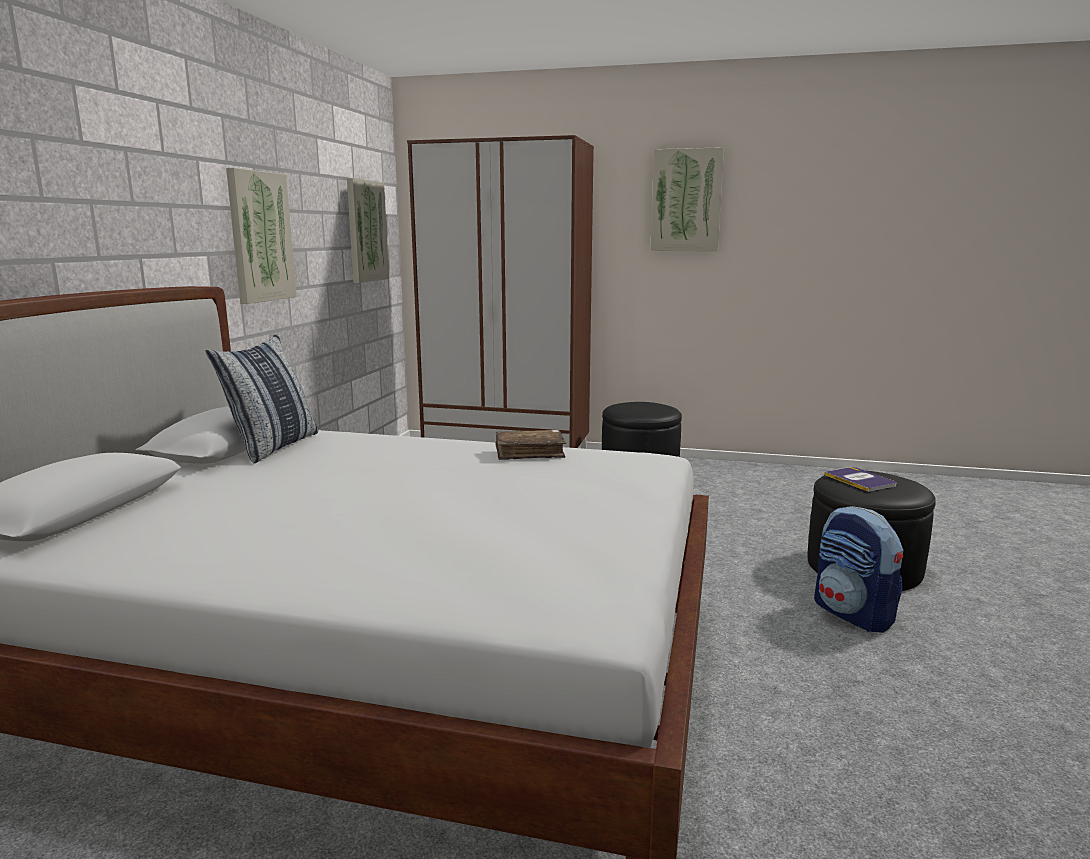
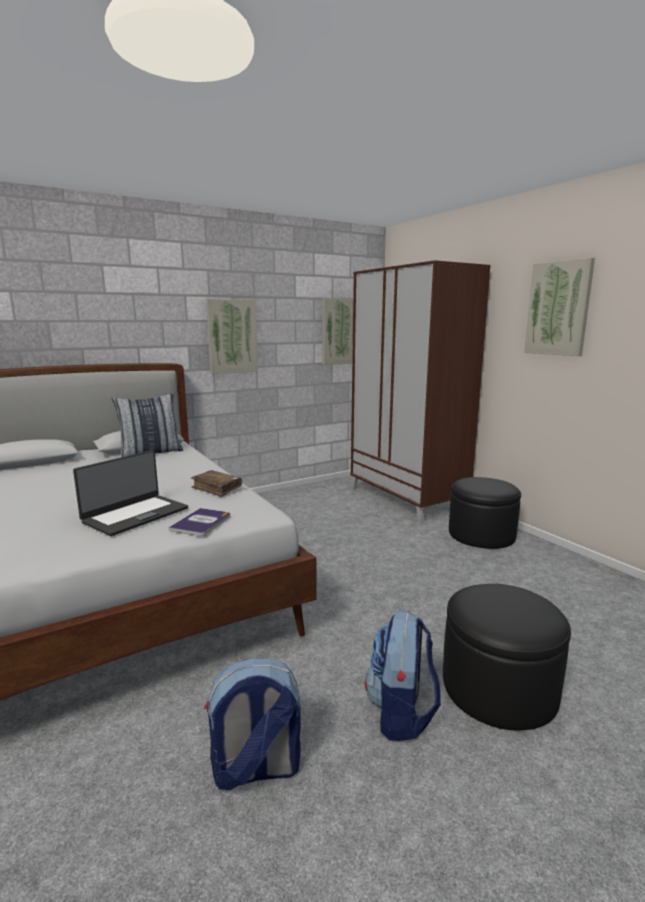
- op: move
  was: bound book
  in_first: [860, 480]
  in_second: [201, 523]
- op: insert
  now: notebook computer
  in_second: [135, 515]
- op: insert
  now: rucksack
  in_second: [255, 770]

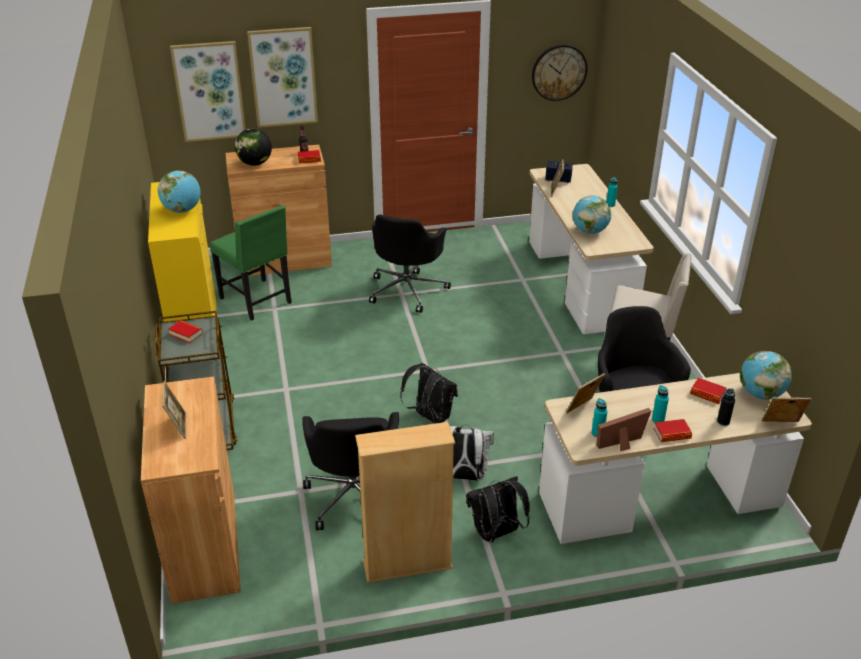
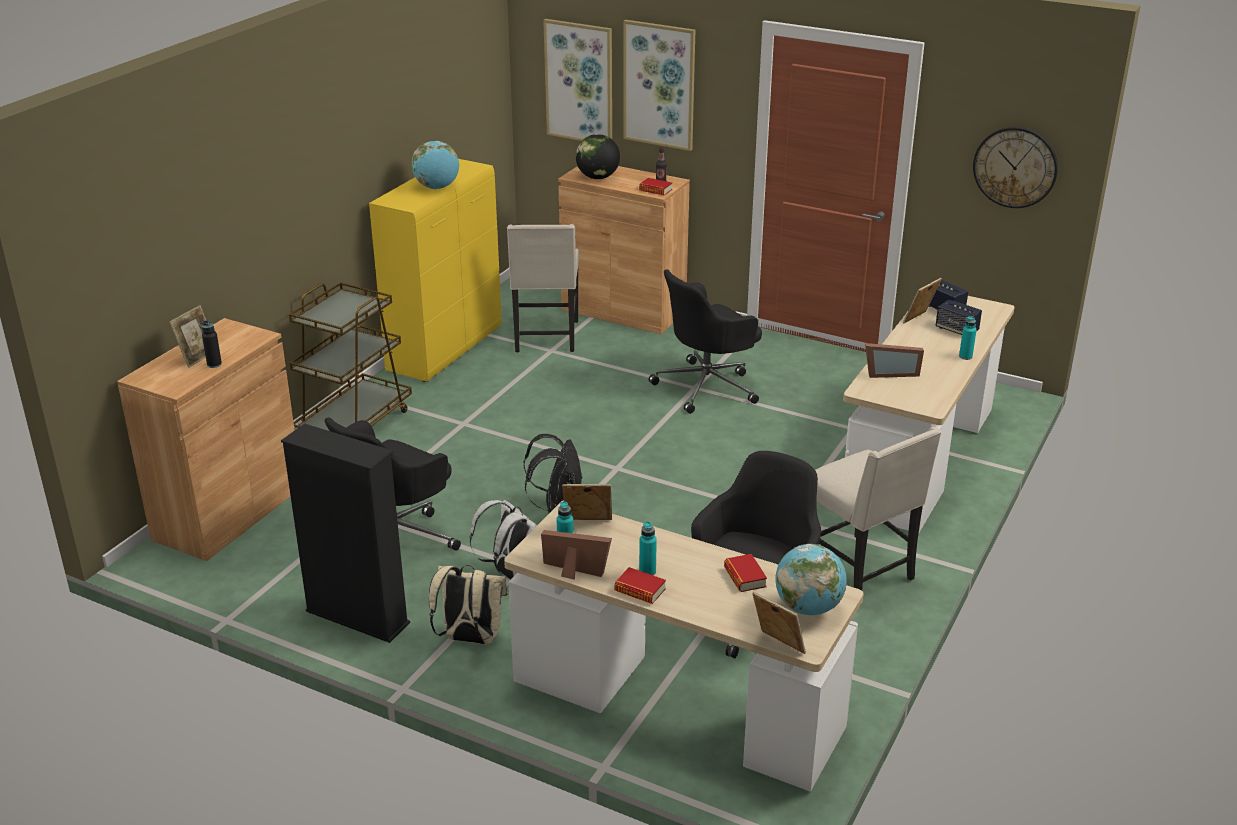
- op: delete
  was: bound book
  in_first: [186, 334]
- op: recolor
  was: chair (green-coloured)
  now: chair (beige-coloured)
  in_first: [258, 301]
  in_second: [545, 337]
- op: recolor
  was: bookshelf (beige-coloured)
  now: bookshelf (blackish)
  in_first: [407, 565]
  in_second: [357, 617]
- op: recolor
  was: rucksack (blackish)
  now: rucksack (beige-coloured)
  in_first: [496, 533]
  in_second: [469, 638]
- op: replace
  was: world globe
  now: picture frame
  in_first: [590, 231]
  in_second: [890, 373]
- op: move
  was: beverage bottle (blackish)
  in_first: [723, 422]
  in_second: [214, 364]
- op: insert
  now: loudspeaker
  in_second: [956, 330]

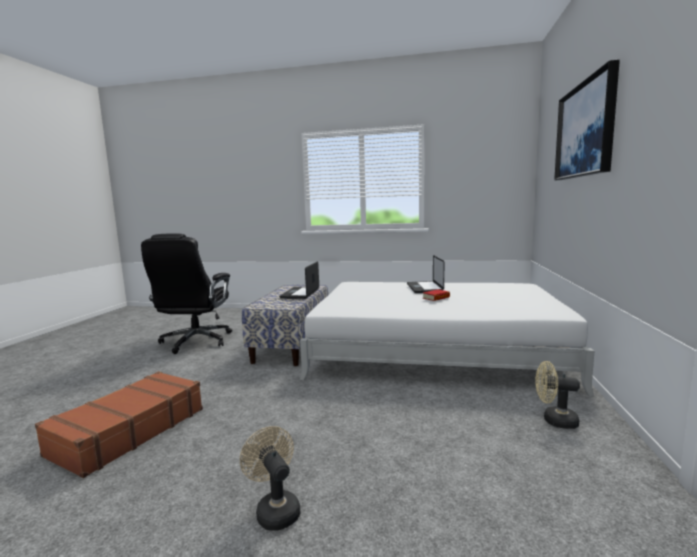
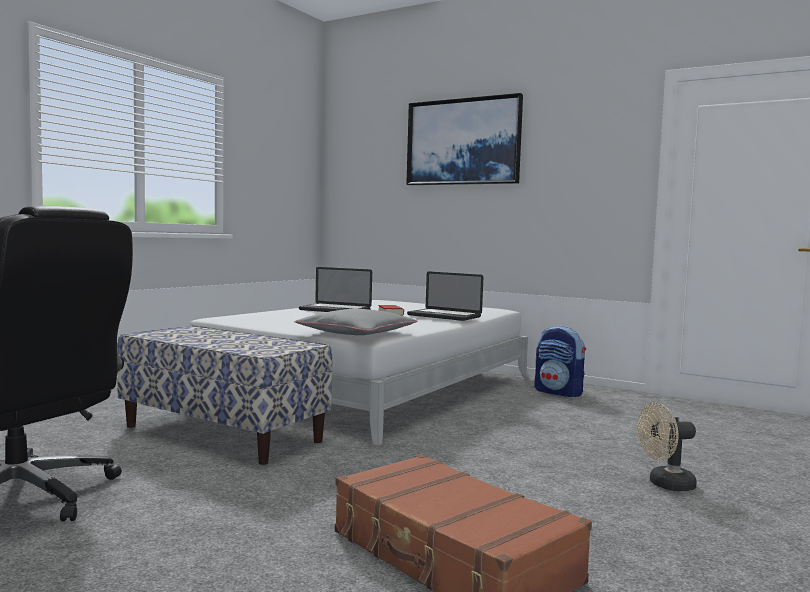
- op: move
  was: notebook computer
  in_first: [300, 293]
  in_second: [444, 316]
- op: replace
  was: fan (beige-coloured)
  now: rucksack
  in_first: [554, 420]
  in_second: [559, 392]
- op: insert
  now: cushion (grey)
  in_second: [357, 333]

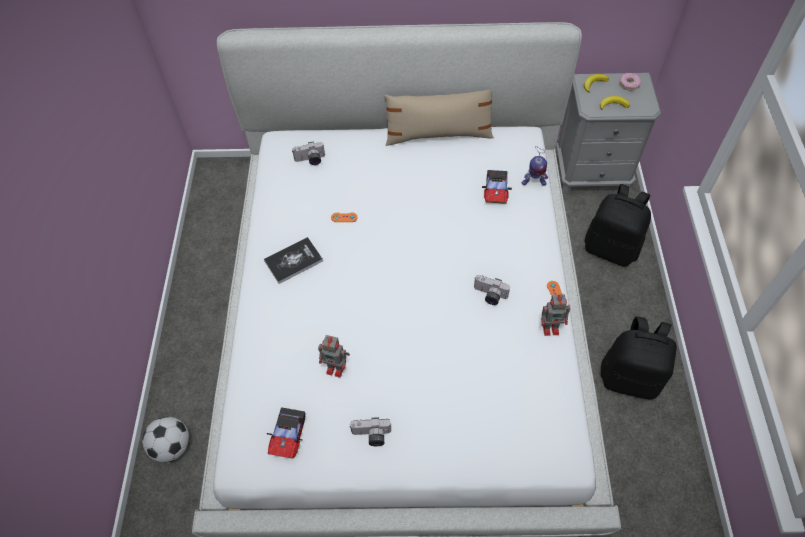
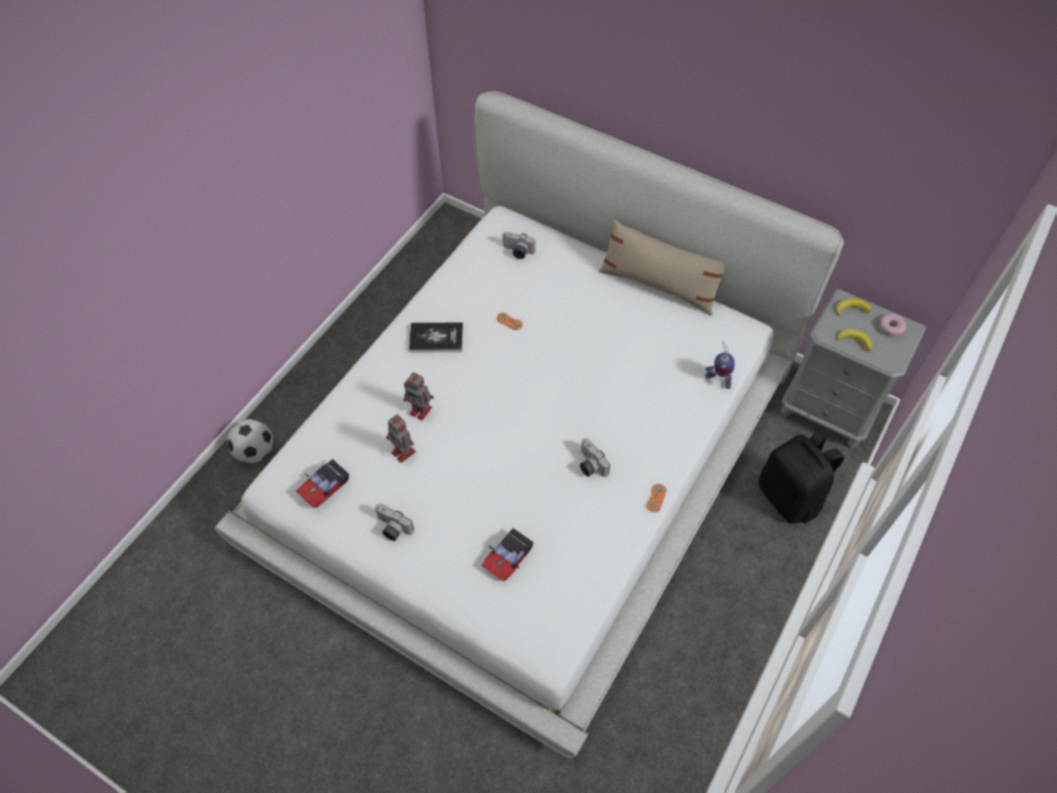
- op: move
  was: miniature car
  in_first: [496, 190]
  in_second: [508, 557]
- op: move
  was: robot figure
  in_first: [551, 327]
  in_second: [421, 411]
- op: delete
  was: rucksack (blackish)
  in_first: [630, 377]

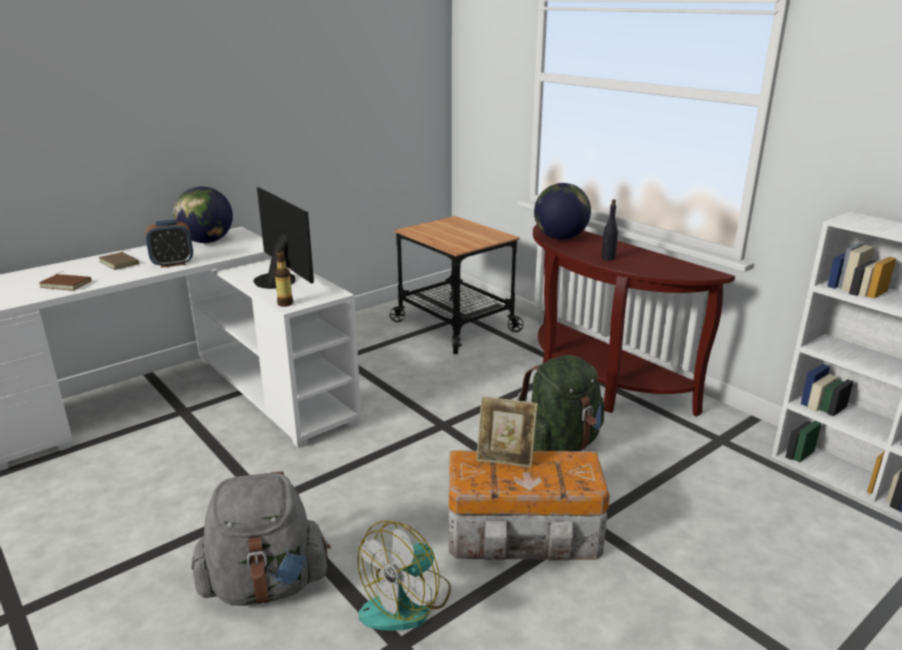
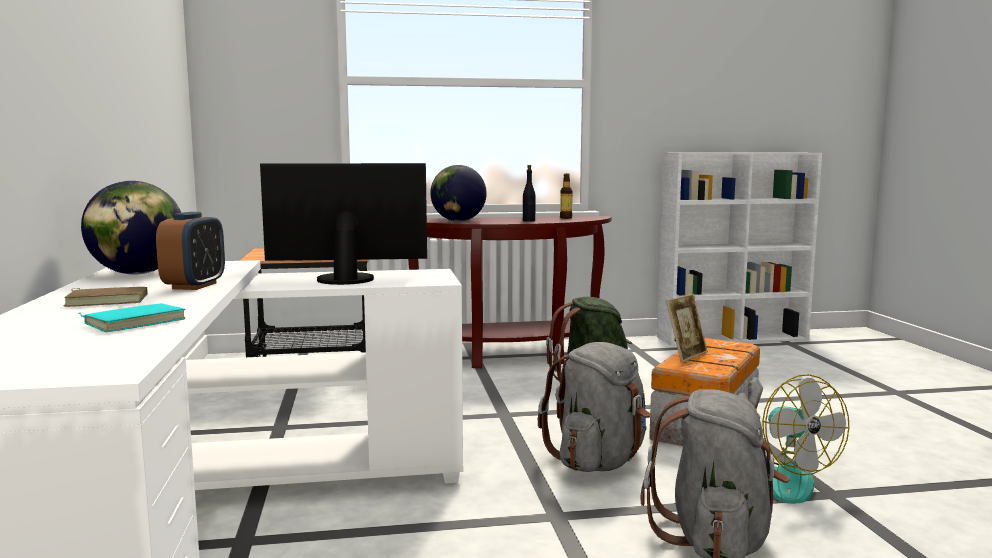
- op: recolor
  was: bound book (brownish)
  now: bound book (turquoise-coloured)
  in_first: [67, 284]
  in_second: [134, 322]
- op: move
  was: beverage bottle
  in_first: [285, 304]
  in_second: [566, 218]
- op: insert
  now: rucksack (grey)
  in_second: [599, 461]

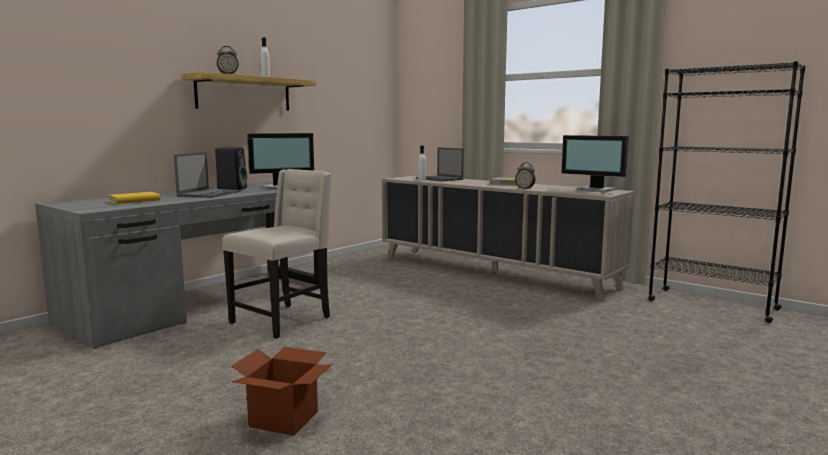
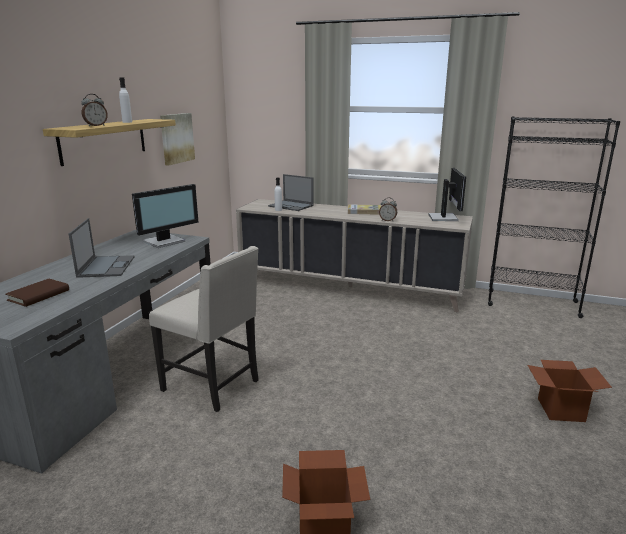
- op: recolor
  was: bound book (yellow-coloured)
  now: bound book (brownish)
  in_first: [134, 201]
  in_second: [39, 295]
- op: delete
  was: loudspeaker (blackish)
  in_first: [232, 189]
- op: rotate
  was: chair (beige-coloured)
  in_first: [283, 320]
  in_second: [213, 385]
  clockwise: 105
- op: rotate
  was: computer display
  in_first: [596, 190]
  in_second: [444, 217]
  clockwise: -105
- op: insert
  now: wall picture
  in_second: [176, 138]
- op: insert
  now: packing box
  in_second: [561, 410]

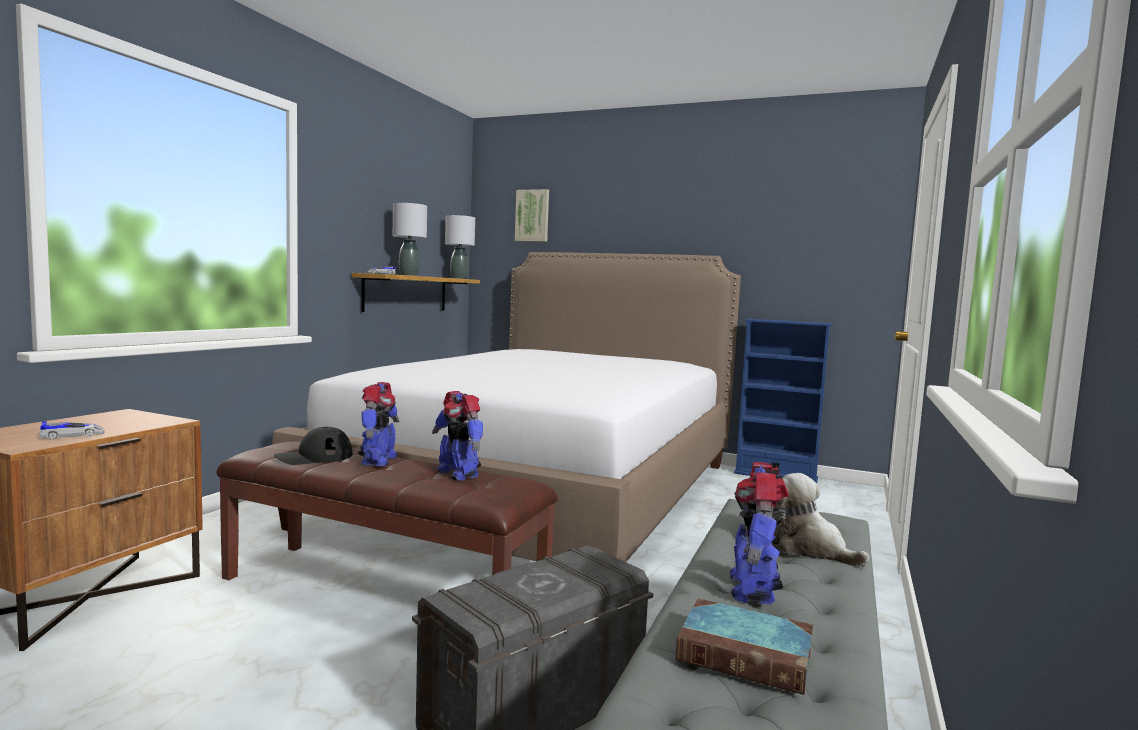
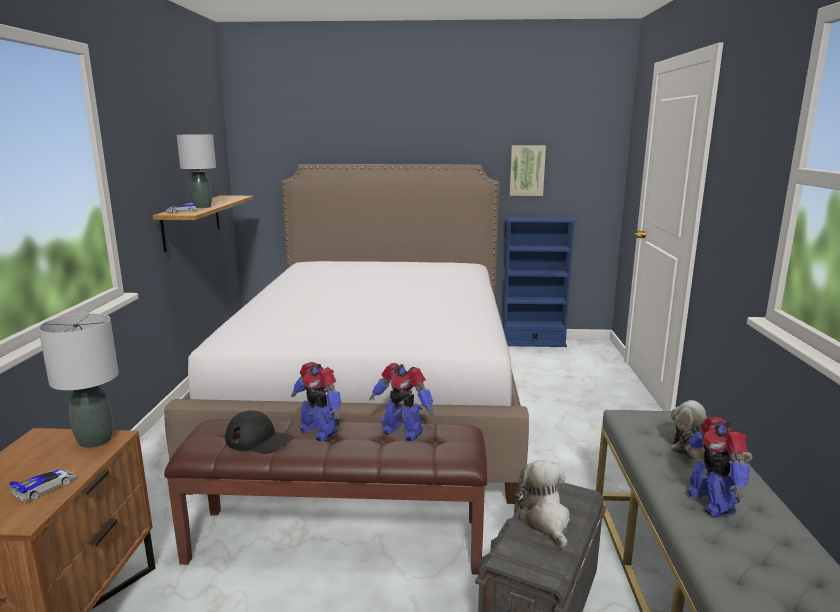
- op: rotate
  was: baseball cap (blackish)
  in_first: [314, 457]
  in_second: [258, 440]
  clockwise: -105
- op: rotate
  was: robot figure
  in_first: [378, 460]
  in_second: [319, 431]
  clockwise: 150
- op: move
  was: tabletop lamp (grey)
  in_first: [459, 278]
  in_second: [95, 440]
- op: move
  was: wall picture
  in_first: [532, 216]
  in_second: [527, 170]
- op: delete
  was: bound book
  in_first: [748, 654]
- op: insert
  now: plush toy
  in_second: [545, 520]

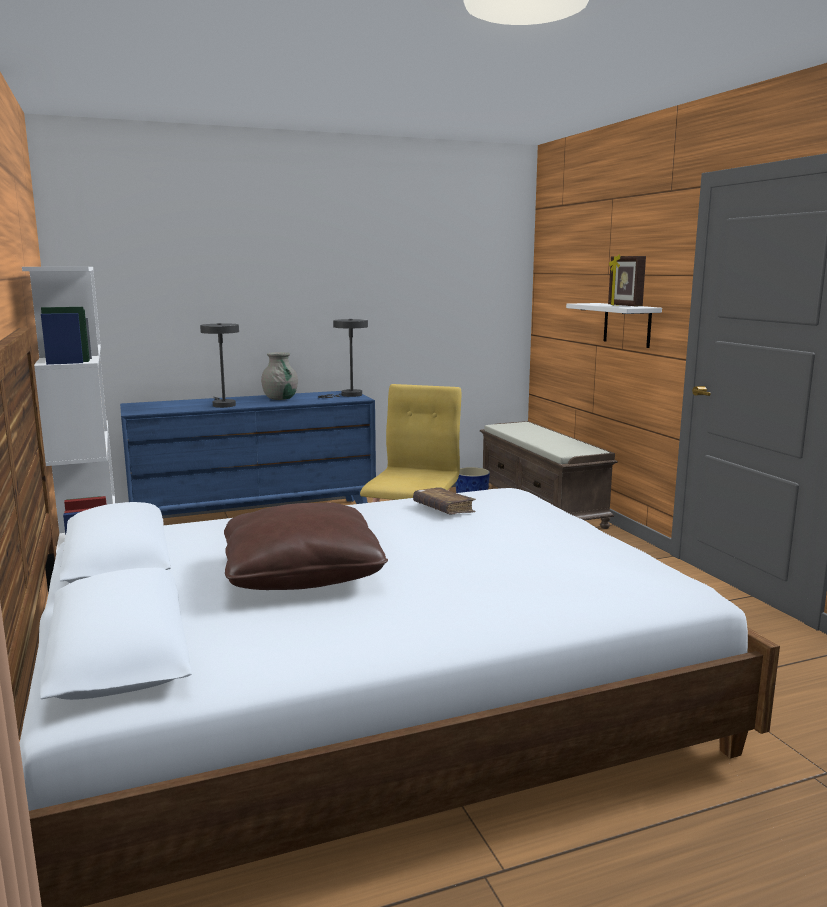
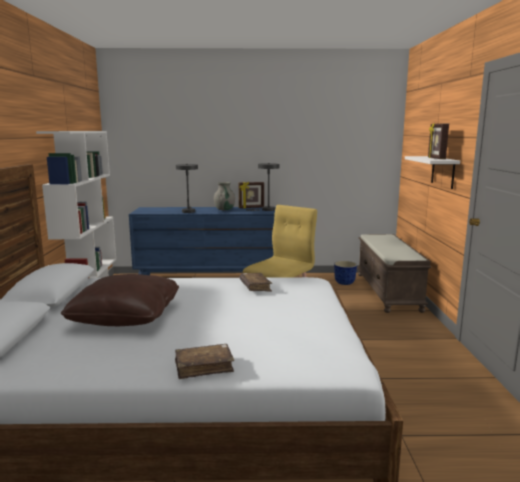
- op: insert
  now: bound book (brownish)
  in_second: [204, 367]
- op: insert
  now: picture frame
  in_second: [251, 208]

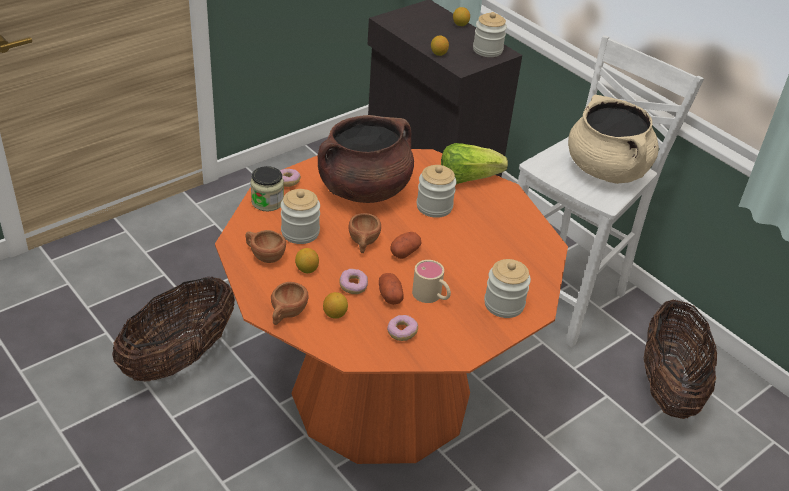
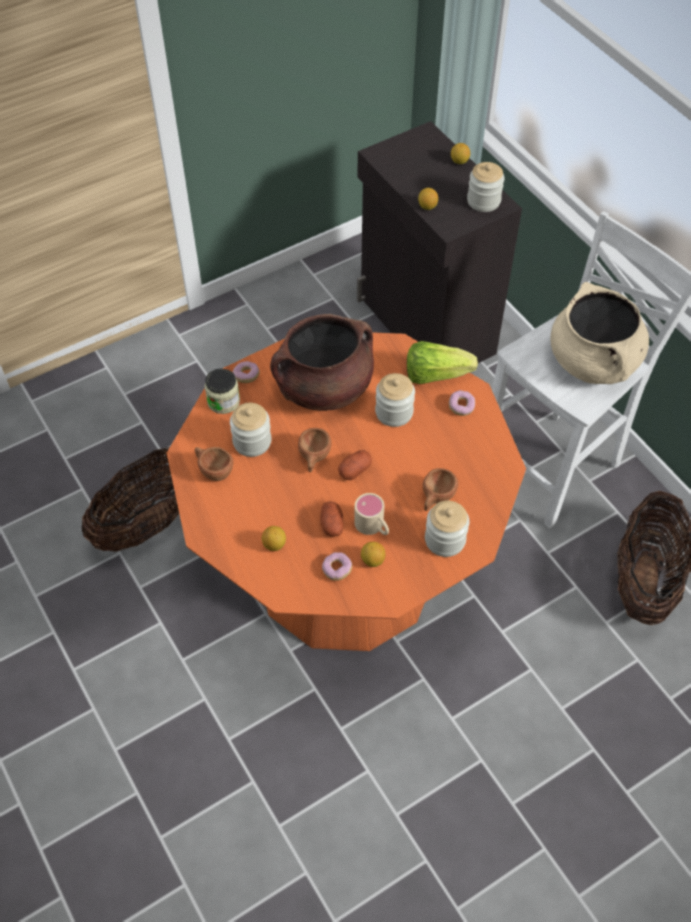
- op: move
  was: small cup (brownish)
  in_first: [286, 314]
  in_second: [436, 498]
- op: move
  was: lemon
  in_first: [307, 269]
  in_second: [372, 560]
- op: move
  was: doughnut
  in_first: [353, 286]
  in_second: [461, 407]

